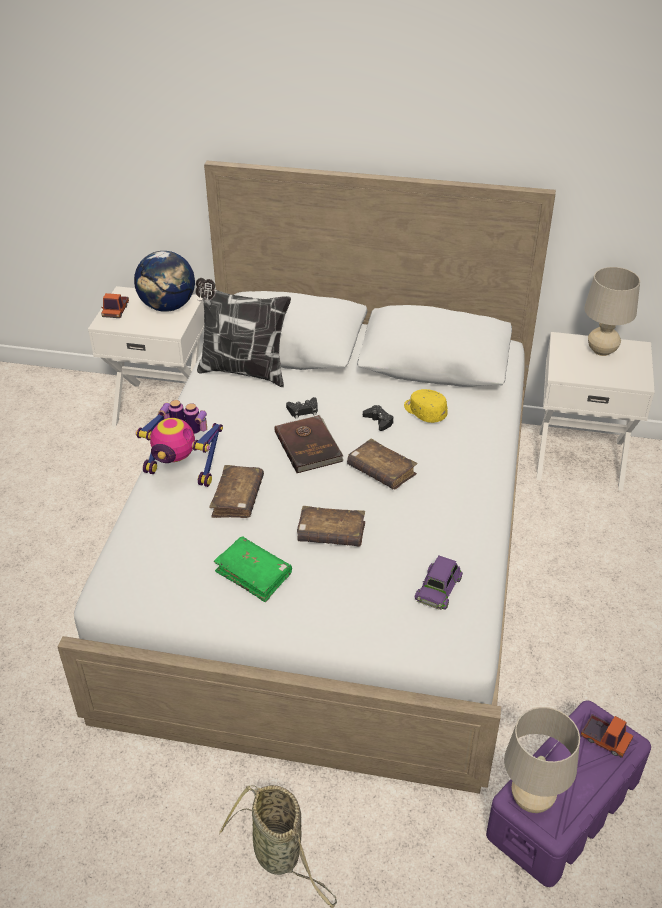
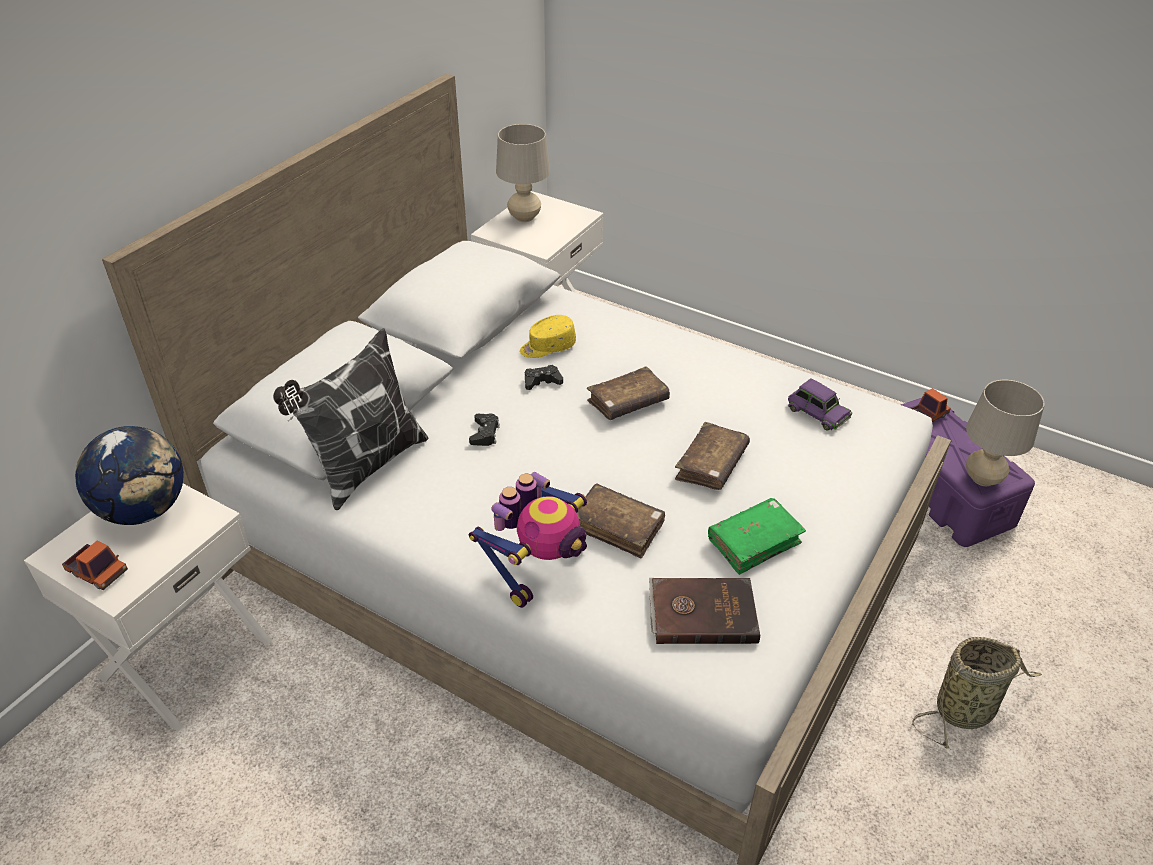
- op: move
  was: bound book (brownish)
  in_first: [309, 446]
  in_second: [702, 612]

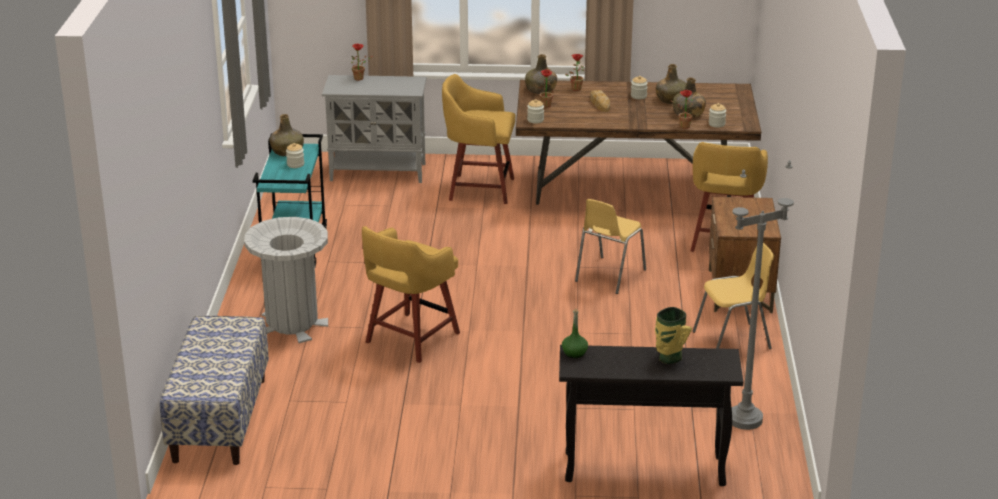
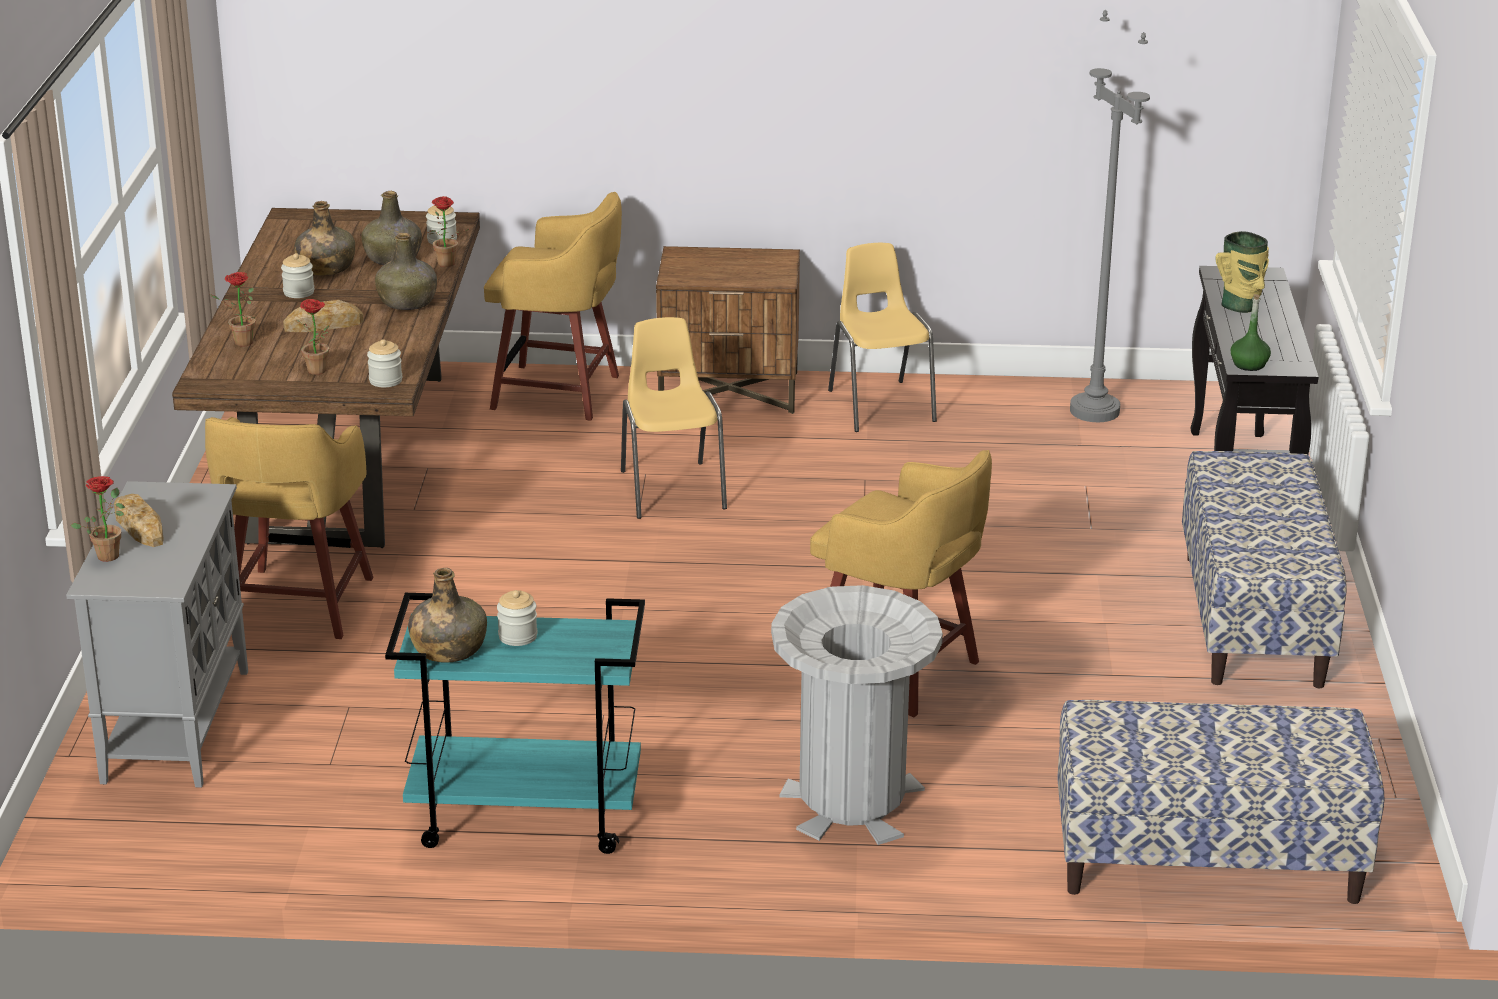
- op: move
  was: beverage bottle (green-coloured)
  in_first: [540, 90]
  in_second: [408, 302]
- op: rotate
  was: chair (yellow-coloured)
  in_first: [609, 276]
  in_second: [672, 489]
  clockwise: -135
- op: insert
  now: bread
  in_second: [139, 527]
- op: insert
  now: bench
  in_second: [1254, 620]

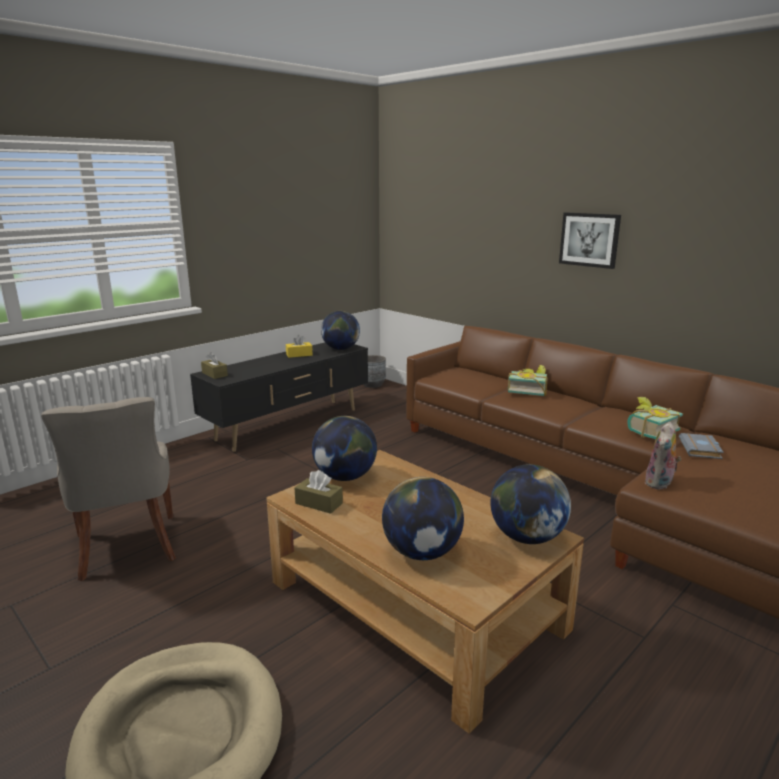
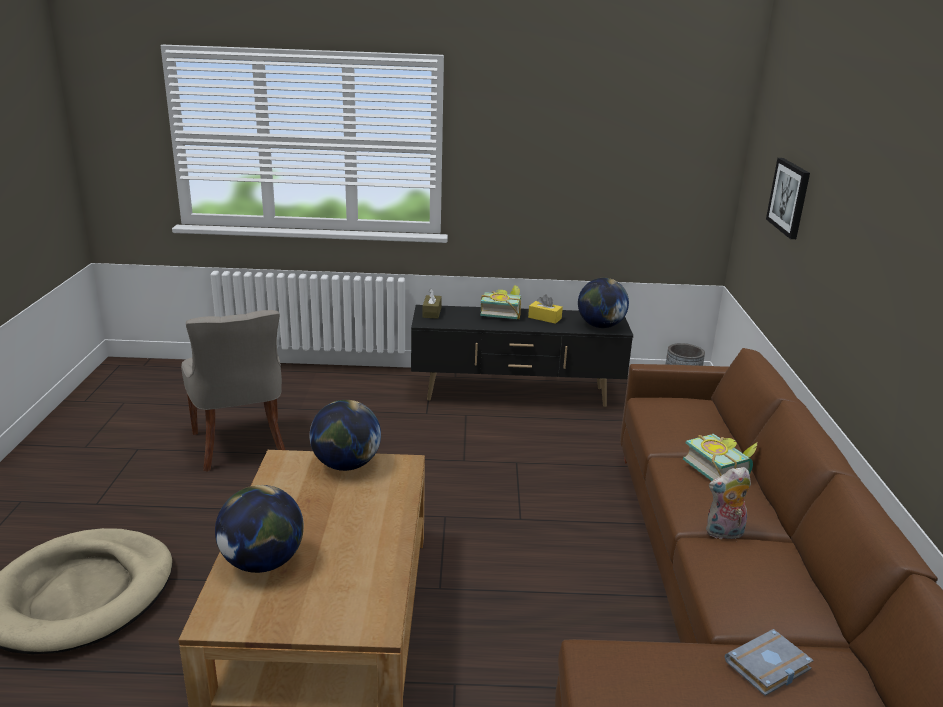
- op: rotate
  was: chair (grey)
  in_first: [127, 548]
  in_second: [241, 446]
  clockwise: -45
- op: delete
  was: tissue holder (brownish)
  in_first: [319, 503]
- op: delete
  was: world globe
  in_first: [526, 537]
- op: move
  was: wall picture
  in_first: [589, 239]
  in_second: [789, 197]
- op: move
  was: bound book
  in_first: [648, 430]
  in_second: [501, 313]
- op: move
  was: plush toy
  in_first: [660, 484]
  in_second: [724, 534]

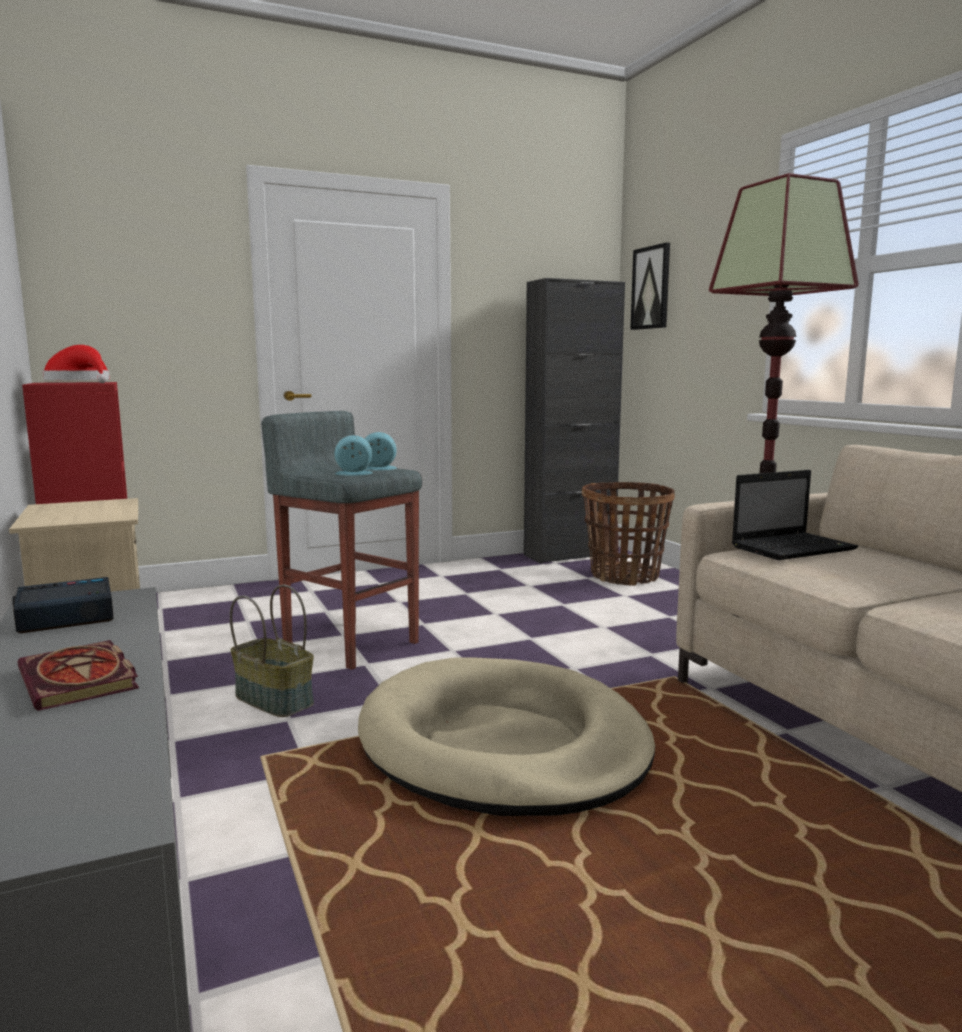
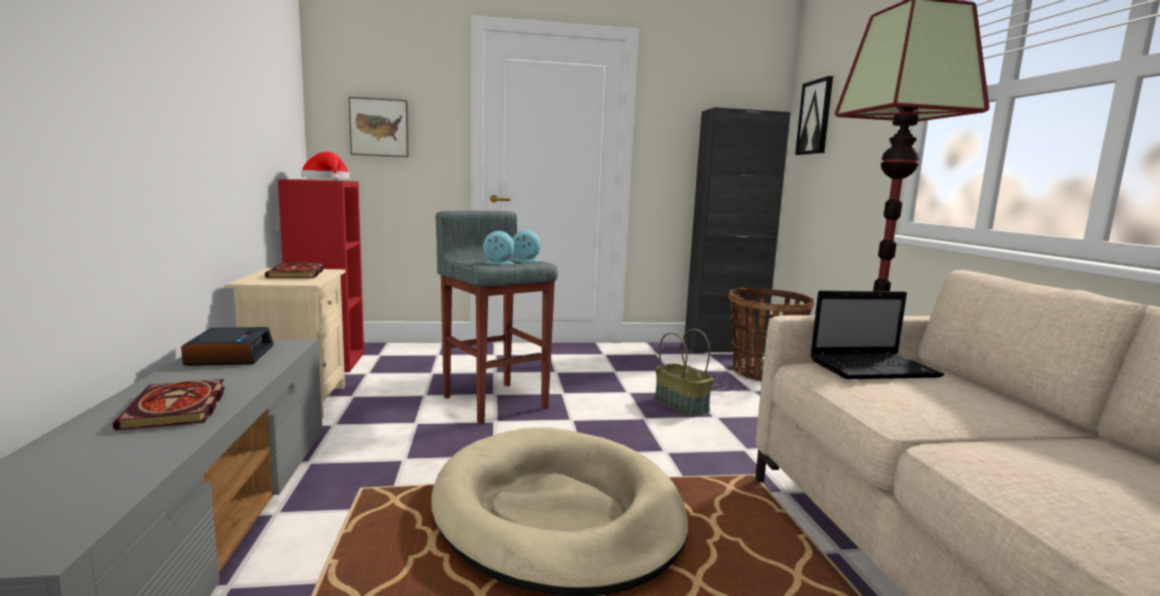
- op: rotate
  was: table clock
  in_first: [65, 617]
  in_second: [230, 355]
  clockwise: 90
- op: move
  was: basket
  in_first: [275, 700]
  in_second: [682, 405]
- op: insert
  now: bound book
  in_second: [297, 274]
- op: insert
  now: wall picture
  in_second: [379, 127]

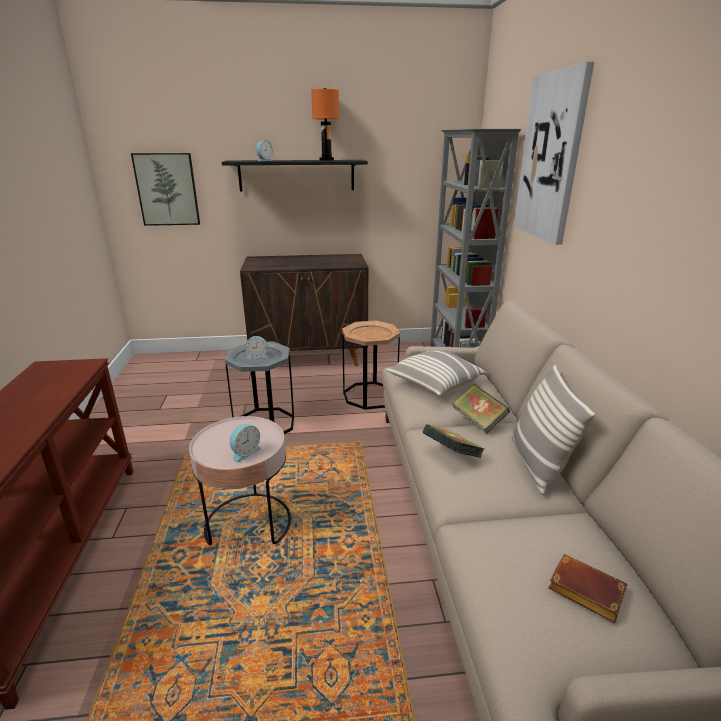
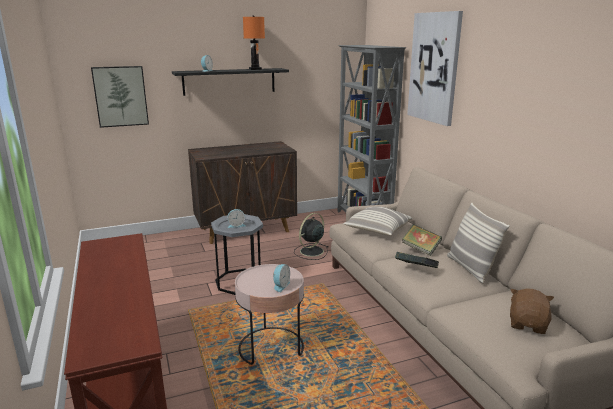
- op: replace
  was: end table (brownish)
  now: fan (blackish)
  in_first: [370, 395]
  in_second: [311, 251]
- op: replace
  was: bound book (brownish)
  now: plush toy (brownish)
  in_first: [583, 591]
  in_second: [528, 324]

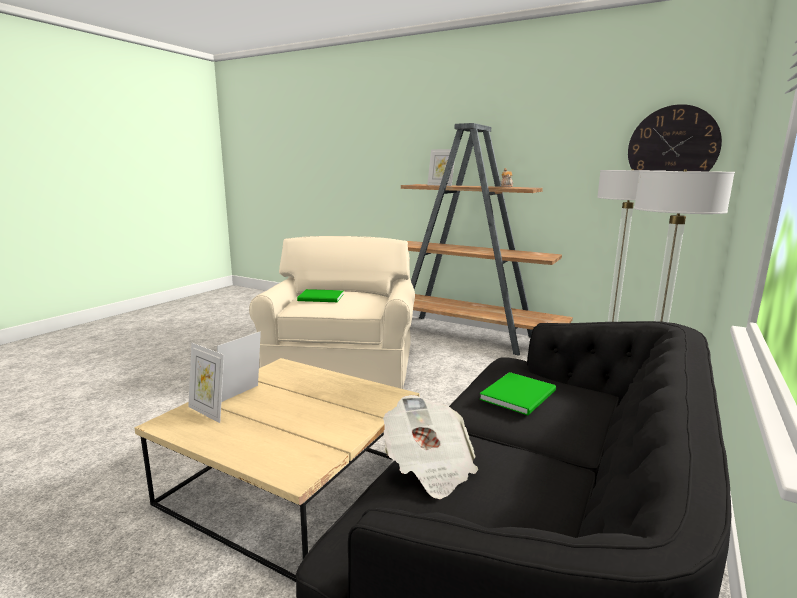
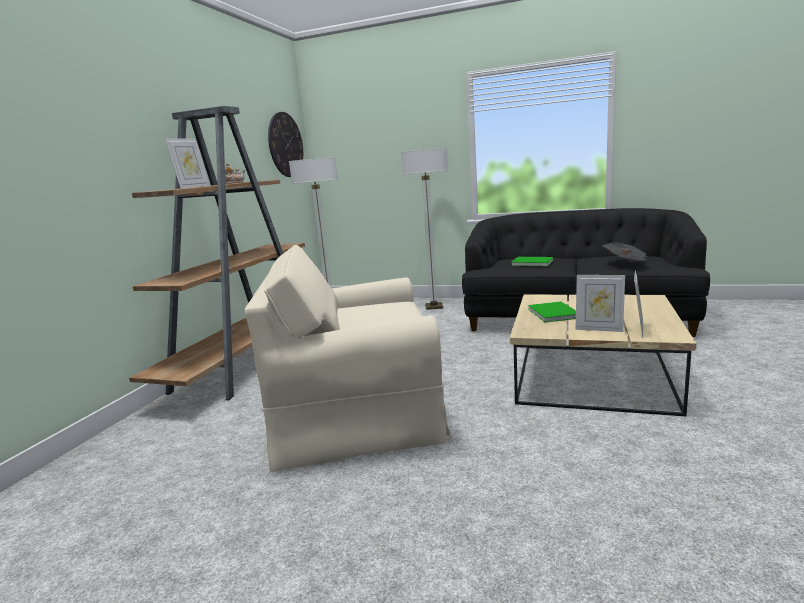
- op: move
  was: bound book (green-coloured)
  in_first: [322, 298]
  in_second: [554, 313]

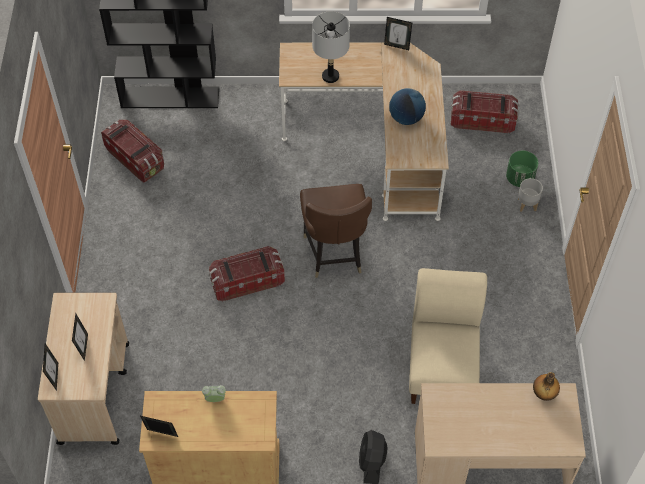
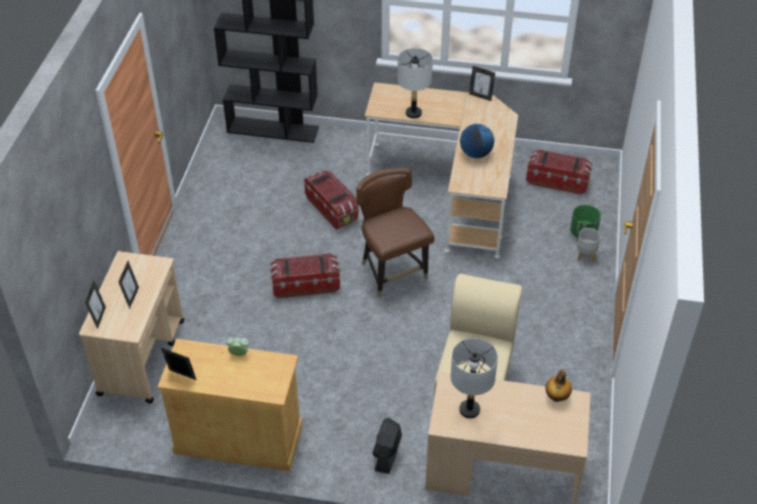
- op: move
  was: storage box
  in_first: [135, 159]
  in_second: [332, 208]
- op: rotate
  was: chair (brownish)
  in_first: [334, 253]
  in_second: [392, 272]
  clockwise: 150
- op: insert
  now: tabletop lamp (grey)
  in_second: [469, 409]

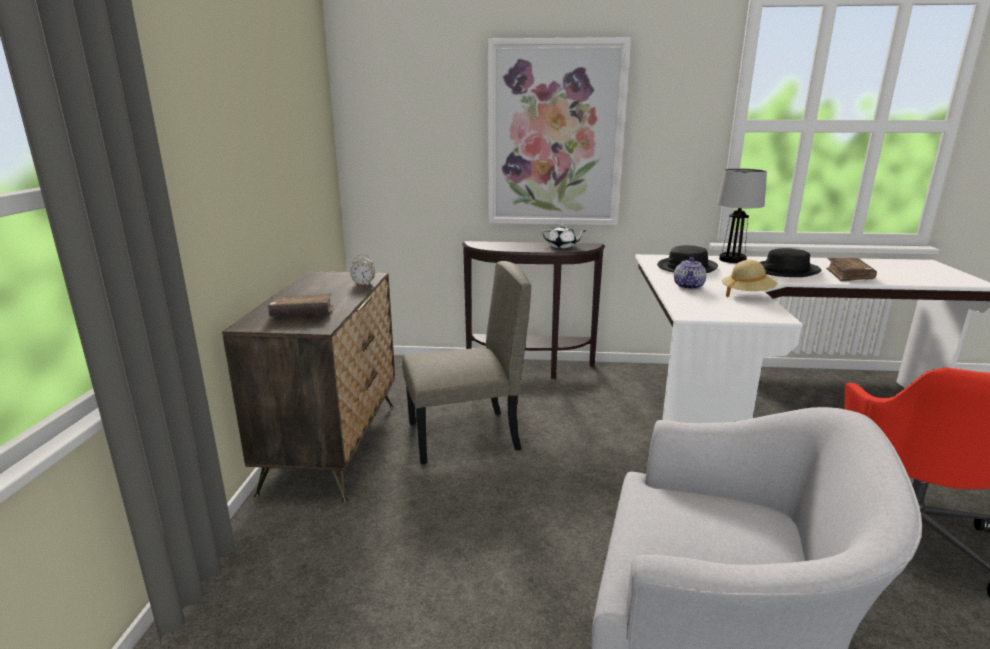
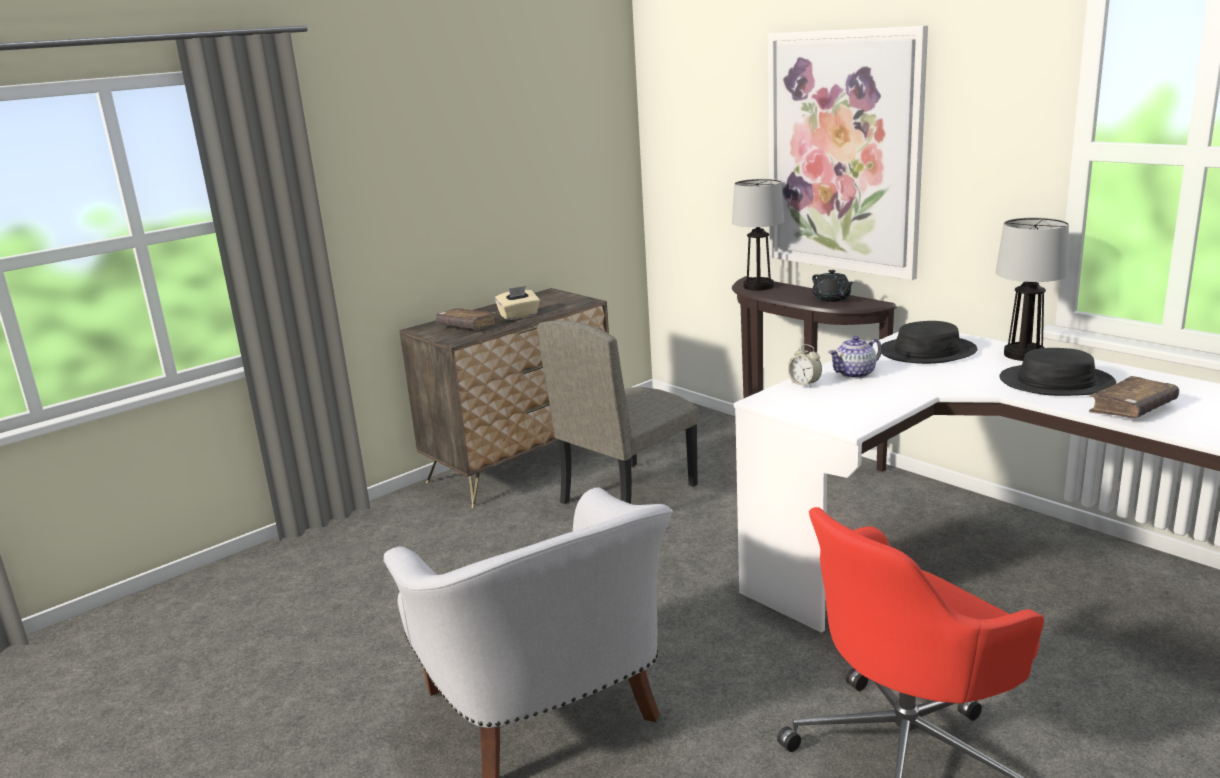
- op: move
  was: table clock
  in_first: [363, 284]
  in_second: [804, 384]
- op: rotate
  was: chair (beige-coloured)
  in_first: [463, 436]
  in_second: [628, 493]
  clockwise: 105
- op: recolor
  was: teapot (white)
  now: teapot (blackish)
  in_first: [562, 246]
  in_second: [832, 299]
- op: delete
  was: clothing hat (beige-coloured)
  in_first: [747, 294]
- op: insert
  now: tissue holder (beige-coloured)
  in_second: [519, 316]
- op: insert
  now: tabletop lamp
  in_second: [759, 286]

